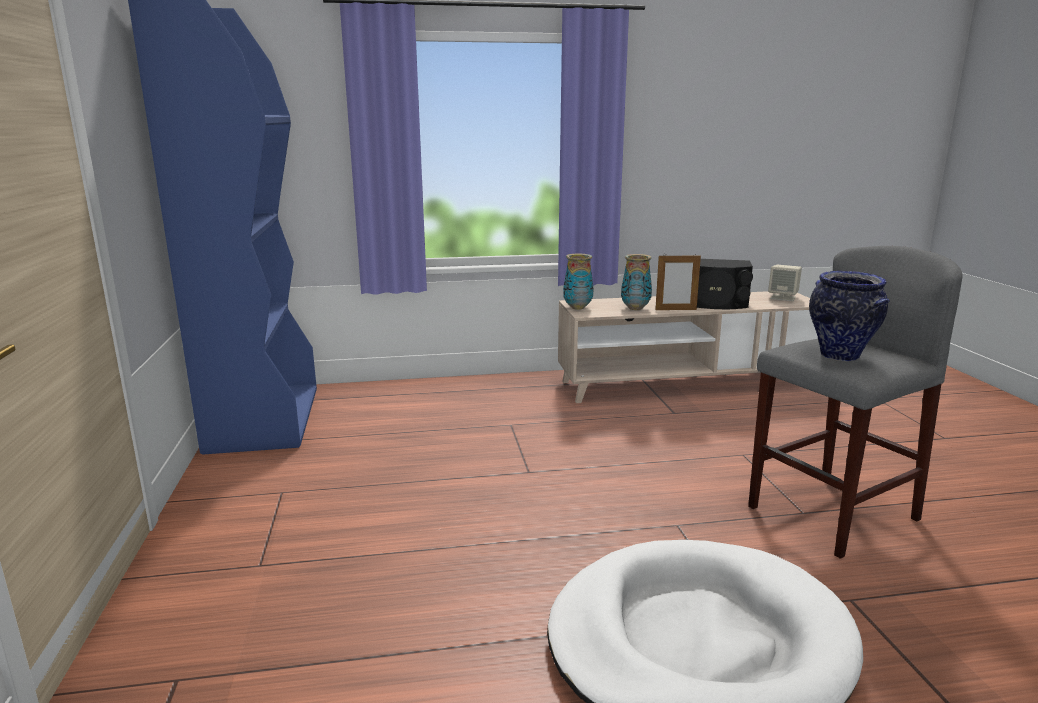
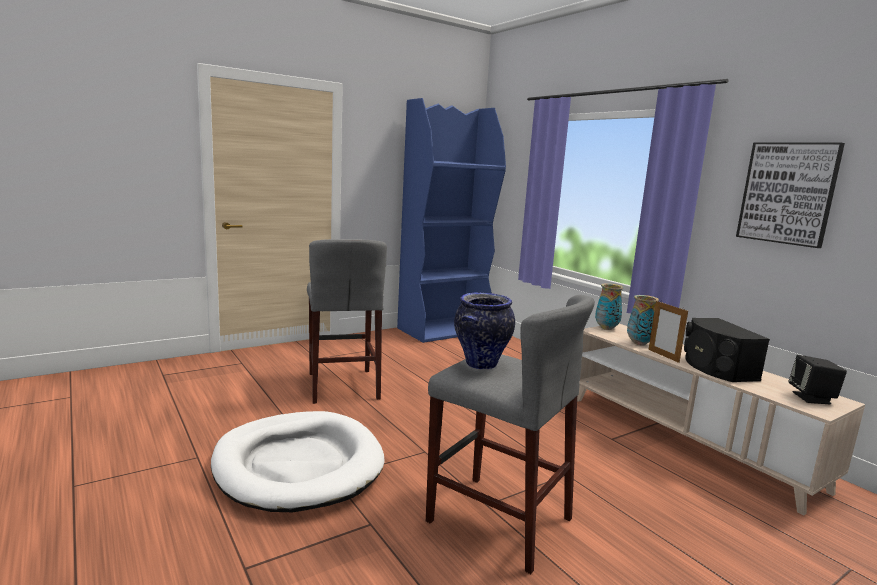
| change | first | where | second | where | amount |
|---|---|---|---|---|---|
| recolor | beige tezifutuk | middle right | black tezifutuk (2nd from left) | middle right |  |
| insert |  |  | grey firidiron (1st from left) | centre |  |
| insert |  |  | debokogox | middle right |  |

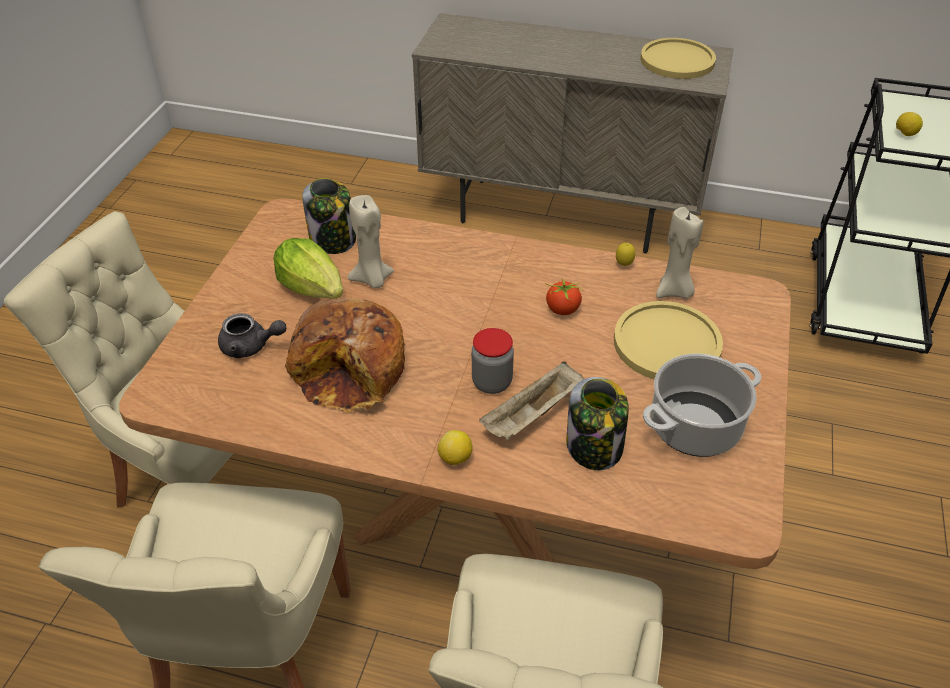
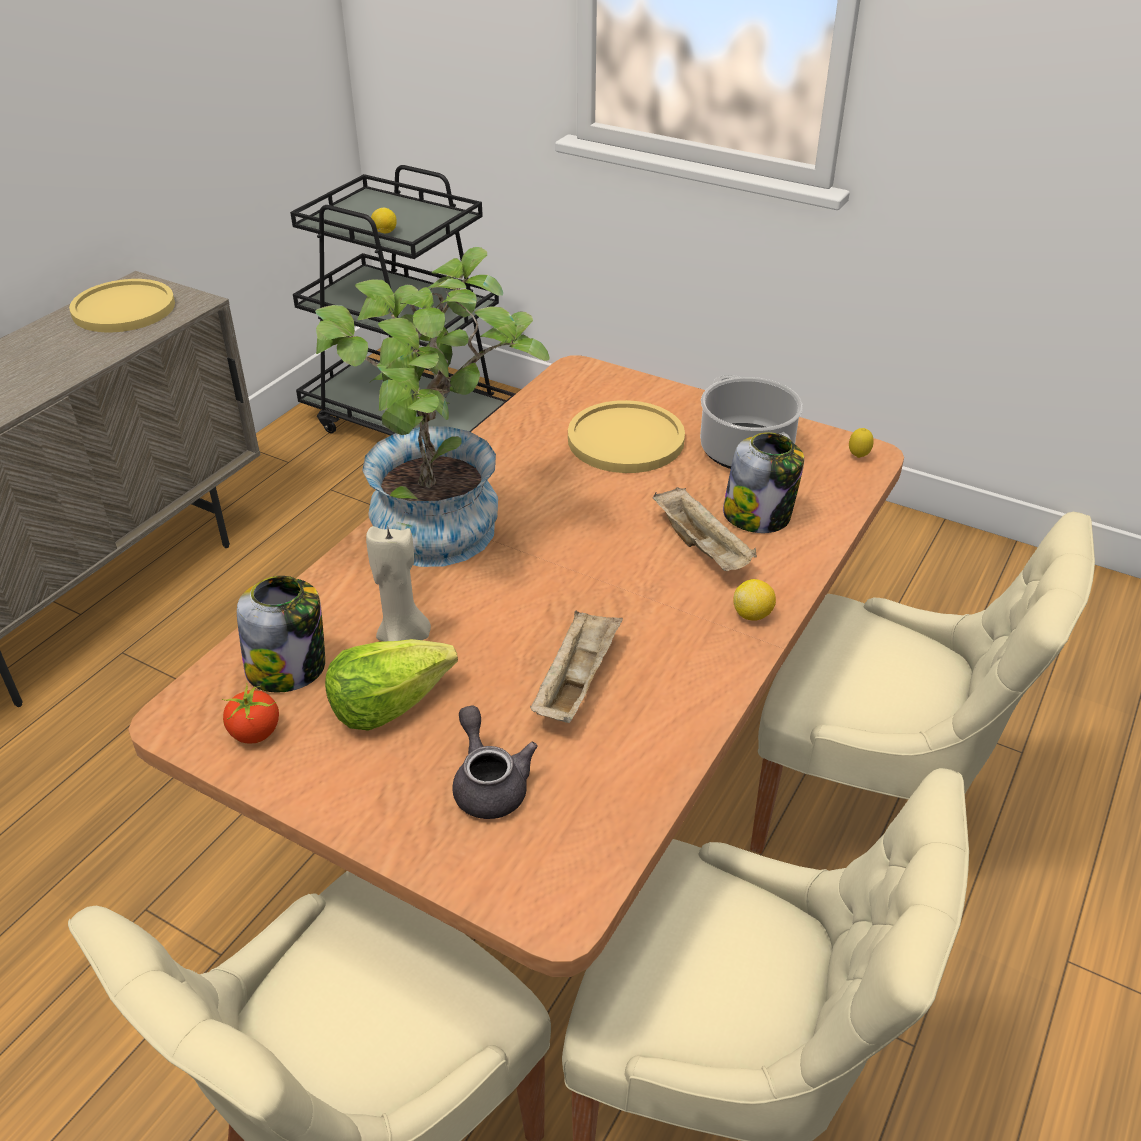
| change | first | where | second | where | amount |
|---|---|---|---|---|---|
| rotate | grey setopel | middle left |  | bottom centre | 45 degrees counterclockwise |
| replace | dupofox | centre | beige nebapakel (1st from left) | centre |  |
| delete | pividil (2nd from left) | centre |  |  |  |
| move | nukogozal | centre |  | middle left |  |
| move | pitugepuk (2nd from left in the first image) | centre | pitugepuk (3rd from left) | middle right |  |
| delete | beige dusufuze (2nd from left) | middle right |  |  |  |
| insert |  |  | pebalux | centre |  |

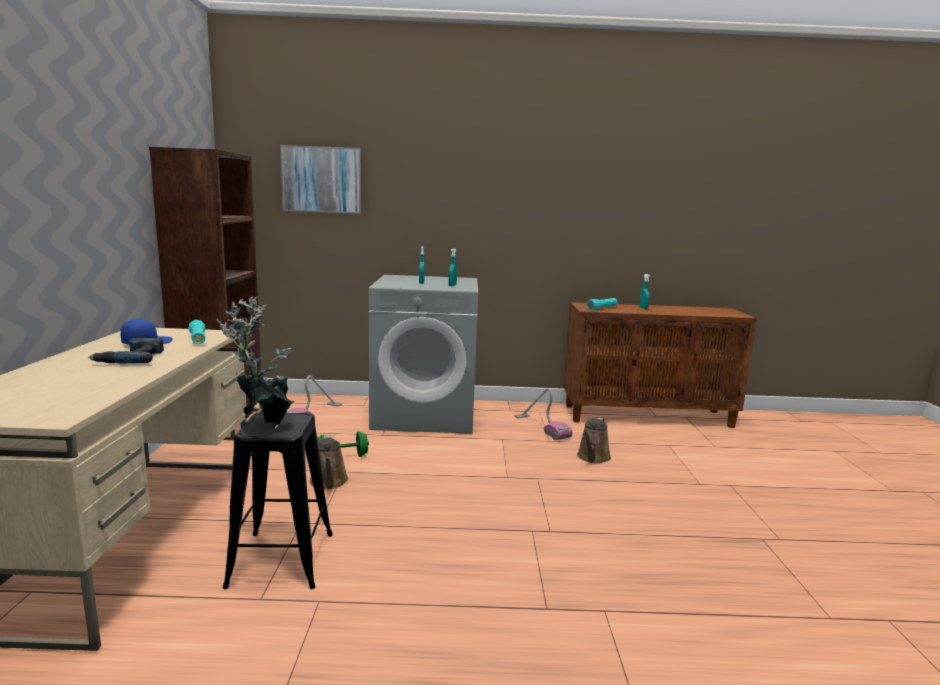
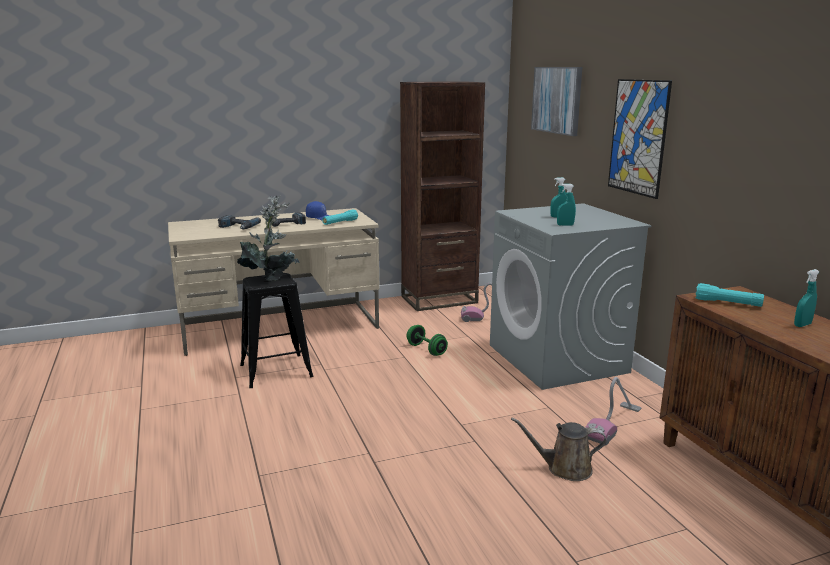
| change | first | where | second | where | amount |
|---|---|---|---|---|---|
| delete | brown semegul (1st from left) | bottom centre |  |  |  |
| insert |  |  | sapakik (1st from left) | middle left |  |
| insert |  |  | debokogox (2nd from left) | top right |  |

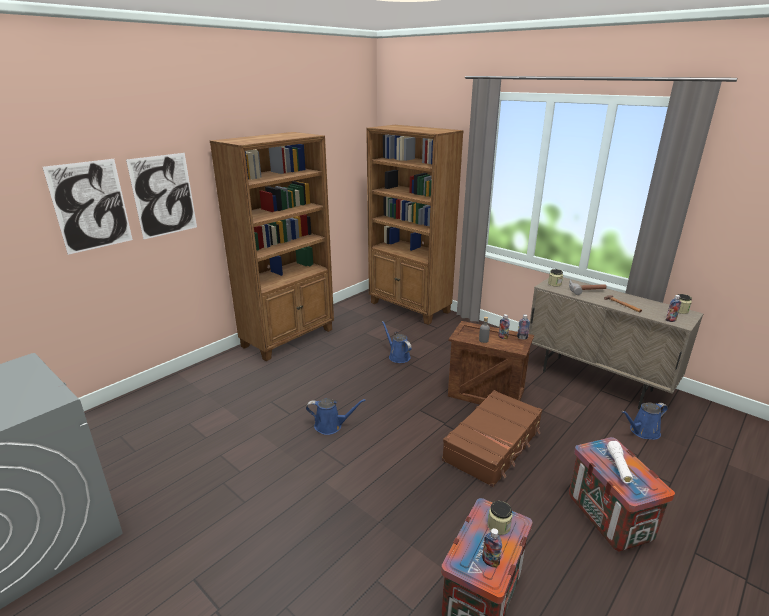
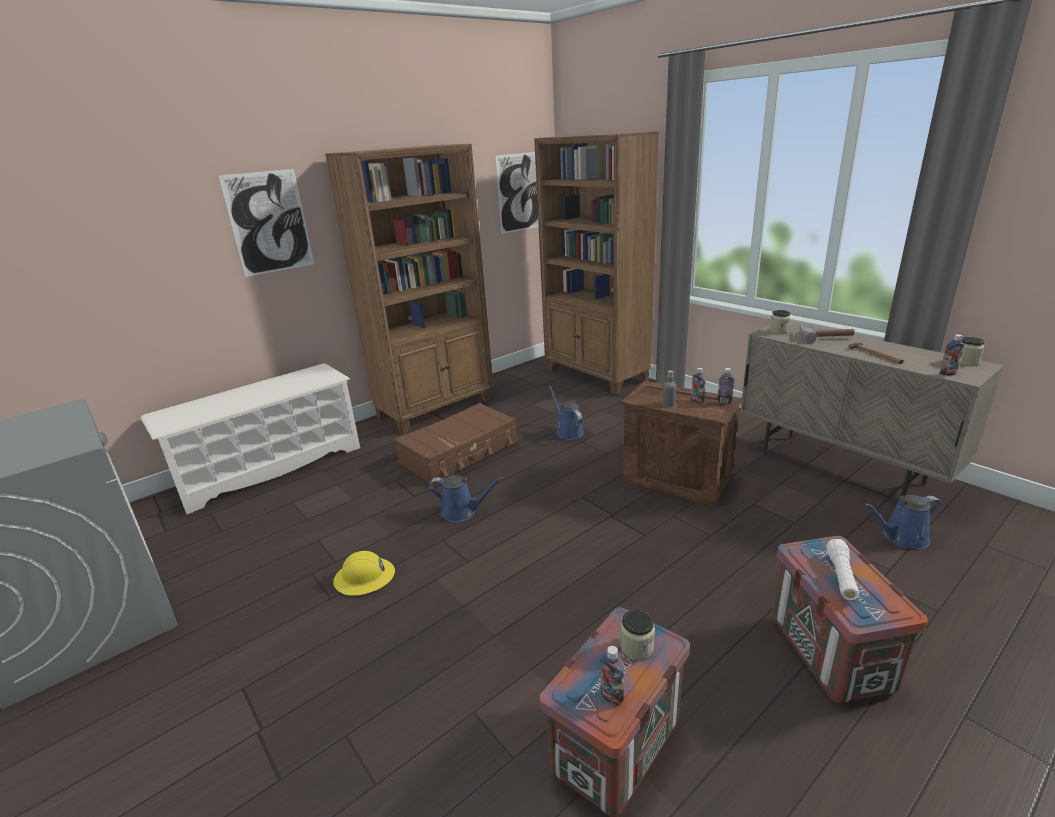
| change | first | where | second | where | amount |
|---|---|---|---|---|---|
| move | debokogox (1st from left in the first image) | middle left | debokogox (2nd from left) | top centre |  |
| move | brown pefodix | bottom centre |  | centre |  |
| insert |  |  | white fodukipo | middle left |  |
| insert |  |  | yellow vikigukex | bottom centre |  |

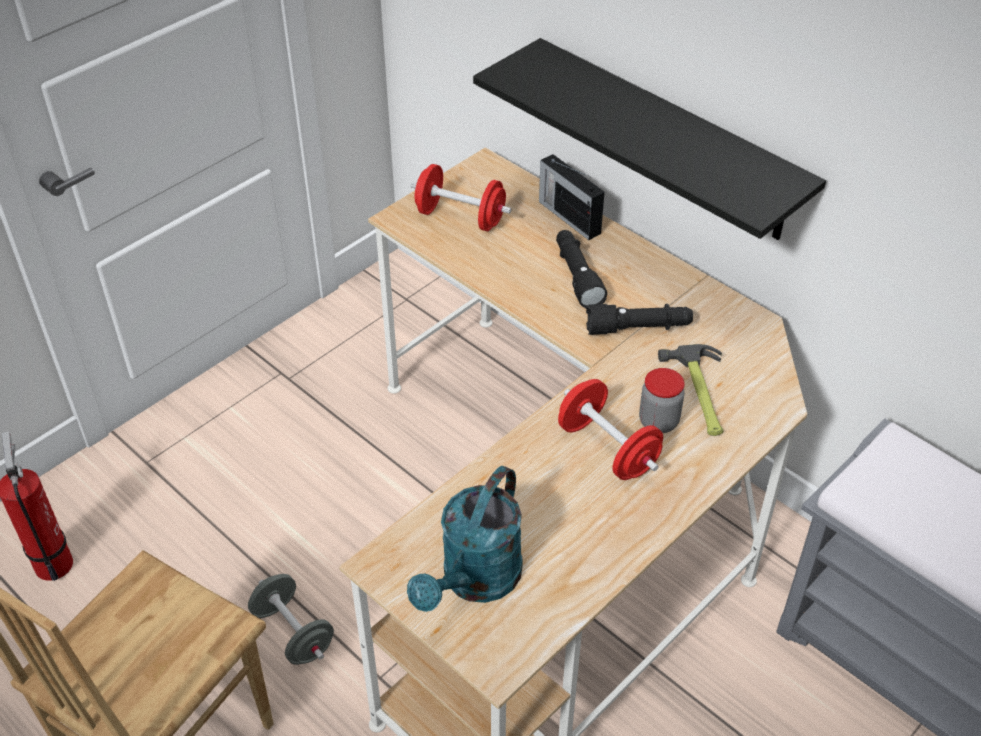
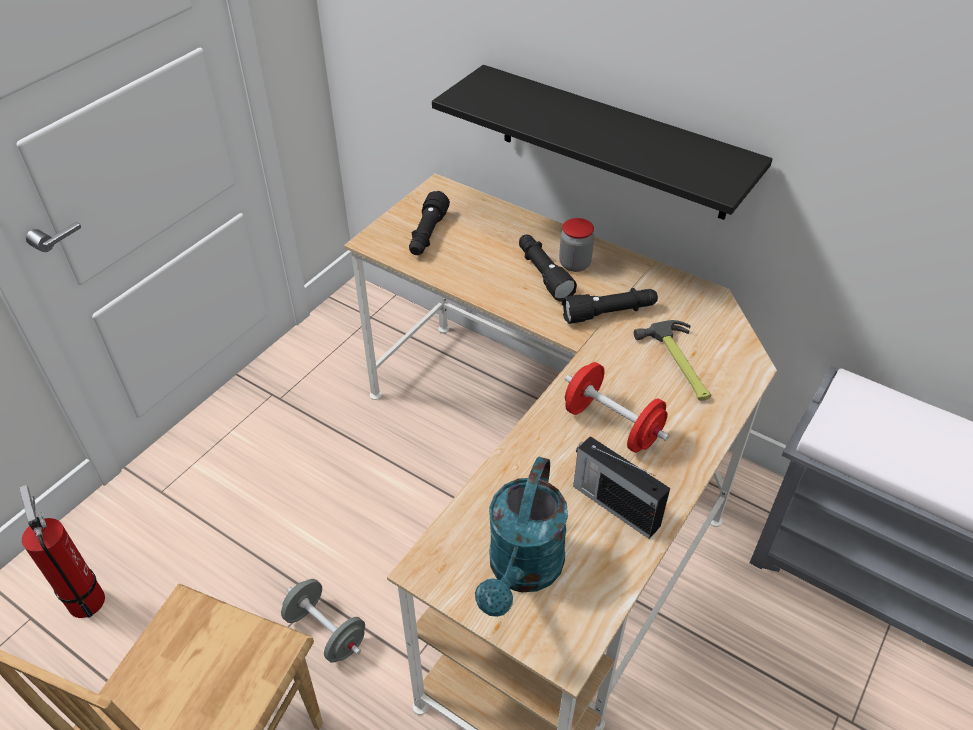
| change | first | where | second | where | amount |
|---|---|---|---|---|---|
| replace | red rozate (1st from left) | top centre | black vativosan (1st from left) | top centre |  |
| move | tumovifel | top centre |  | bottom centre |  |
| move | pividil | middle right |  | centre |  |

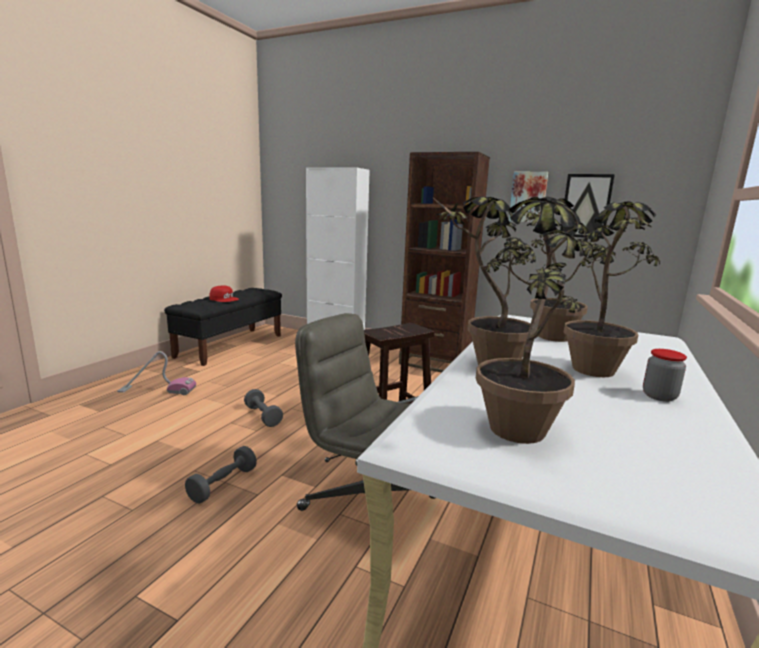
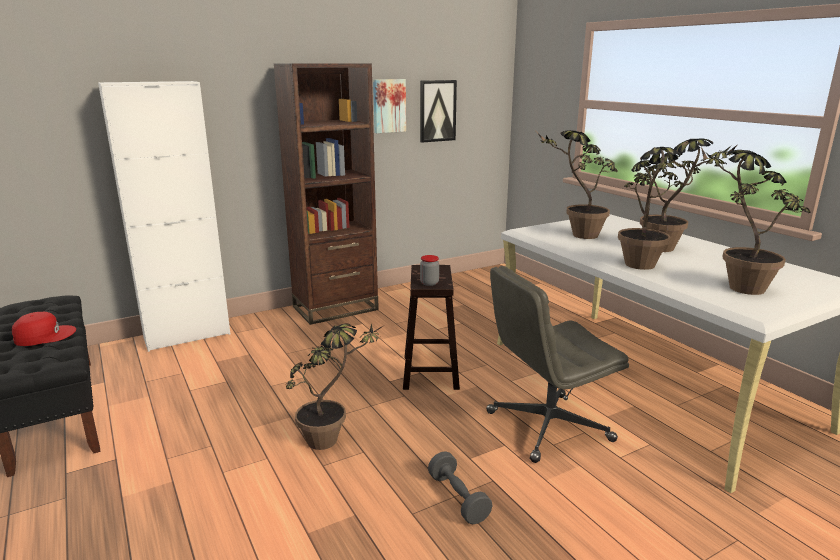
| change | first | where | second | where | amount |
|---|---|---|---|---|---|
| delete | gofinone | middle left |  |  |  |
| replace | grey rozate (2nd from left) | centre | pebalux (1st from left) | bottom centre |  |
| move | pividil | middle right |  | centre |  |

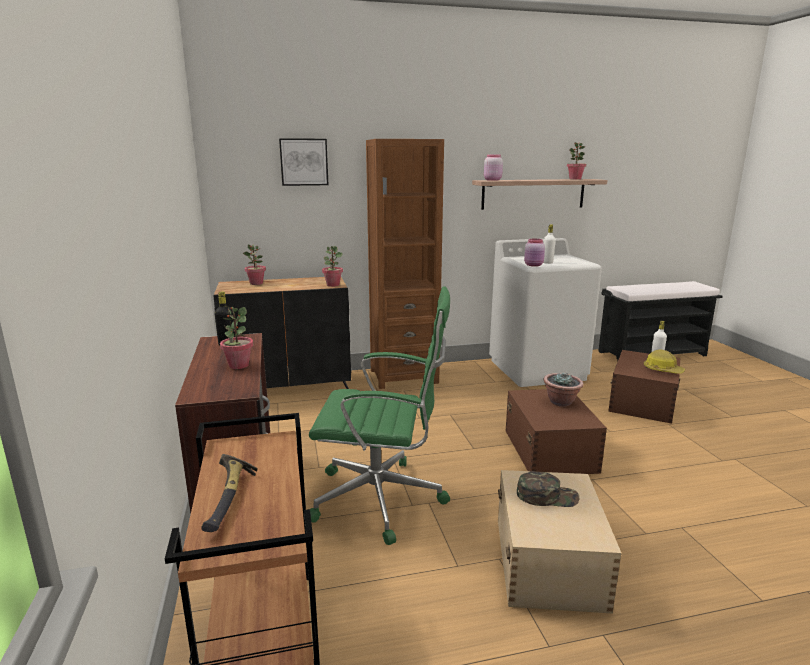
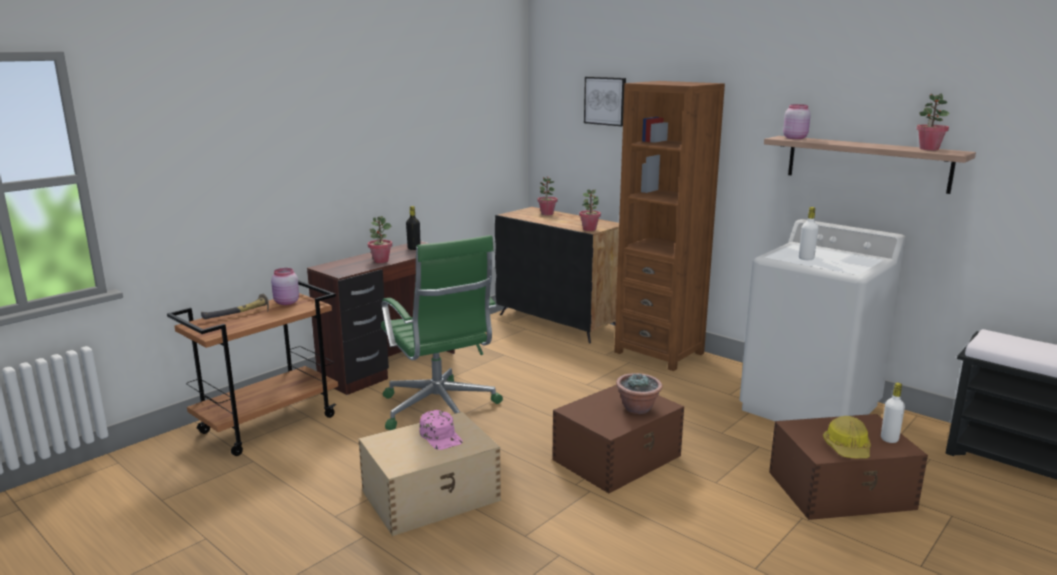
| change | first | where | second | where | amount |
|---|---|---|---|---|---|
| recolor | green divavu | bottom right | pink divavu | bottom centre |  |
| move | pink pividil (2nd from left in the first image) | centre | pink pividil (1st from left) | middle left |  |

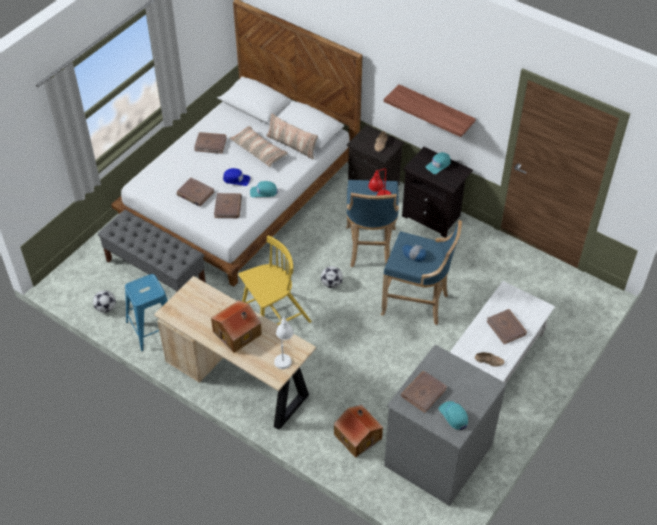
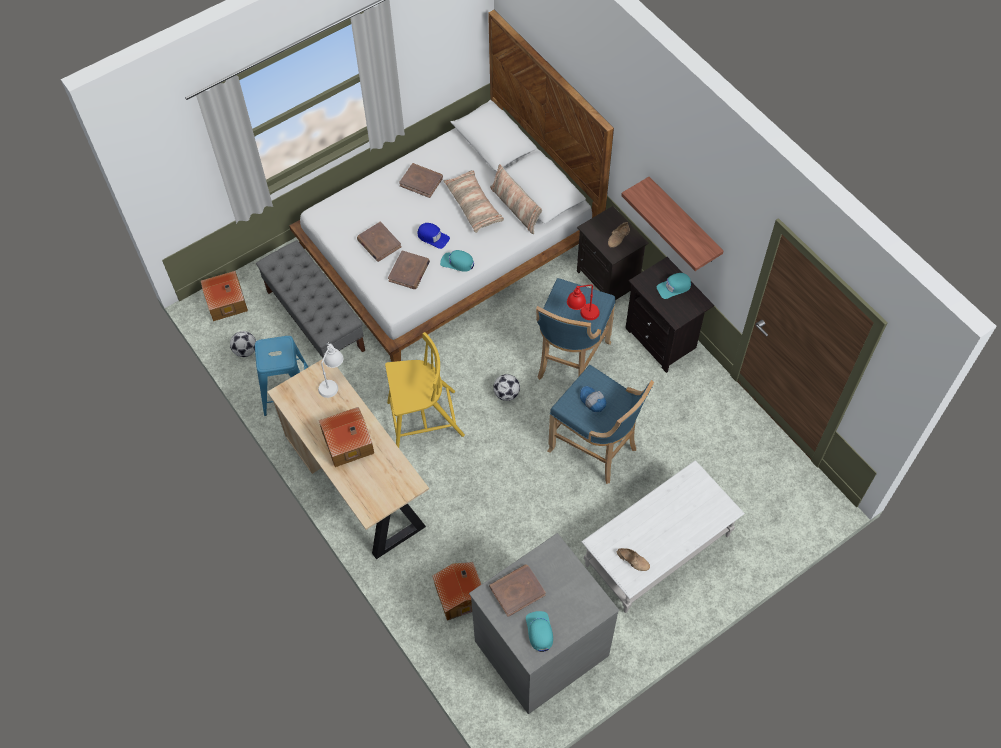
| change | first | where | second | where | amount |
|---|---|---|---|---|---|
| move | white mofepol | centre |  | middle left |  |
| delete | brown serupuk (5th from left) | middle right |  |  |  |
| insert |  |  | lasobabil (1st from left) | middle left |  |

